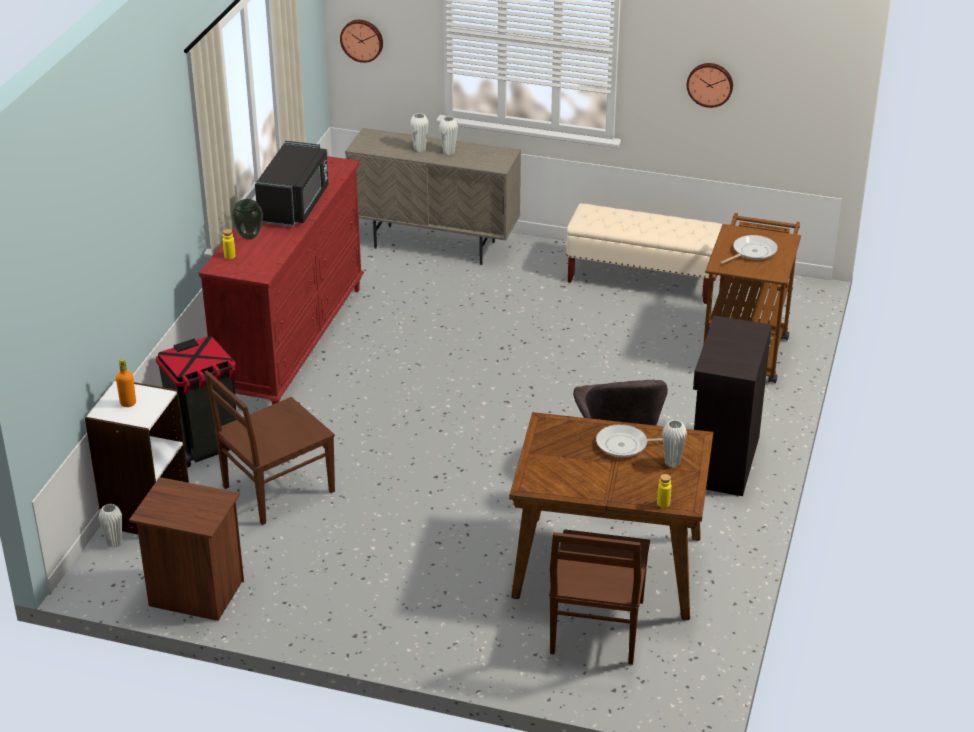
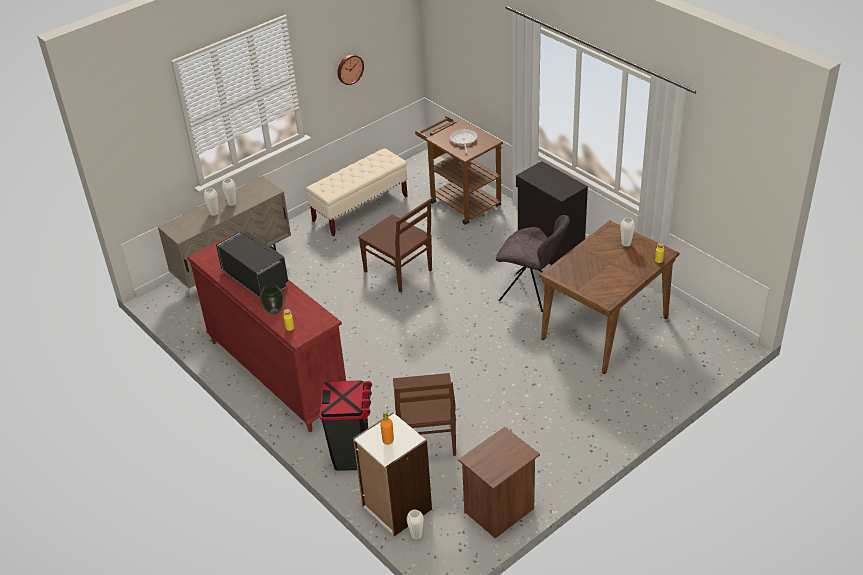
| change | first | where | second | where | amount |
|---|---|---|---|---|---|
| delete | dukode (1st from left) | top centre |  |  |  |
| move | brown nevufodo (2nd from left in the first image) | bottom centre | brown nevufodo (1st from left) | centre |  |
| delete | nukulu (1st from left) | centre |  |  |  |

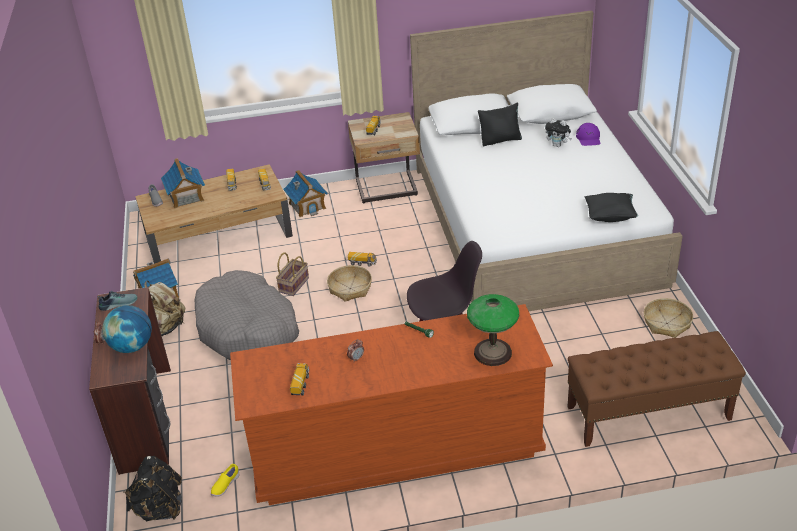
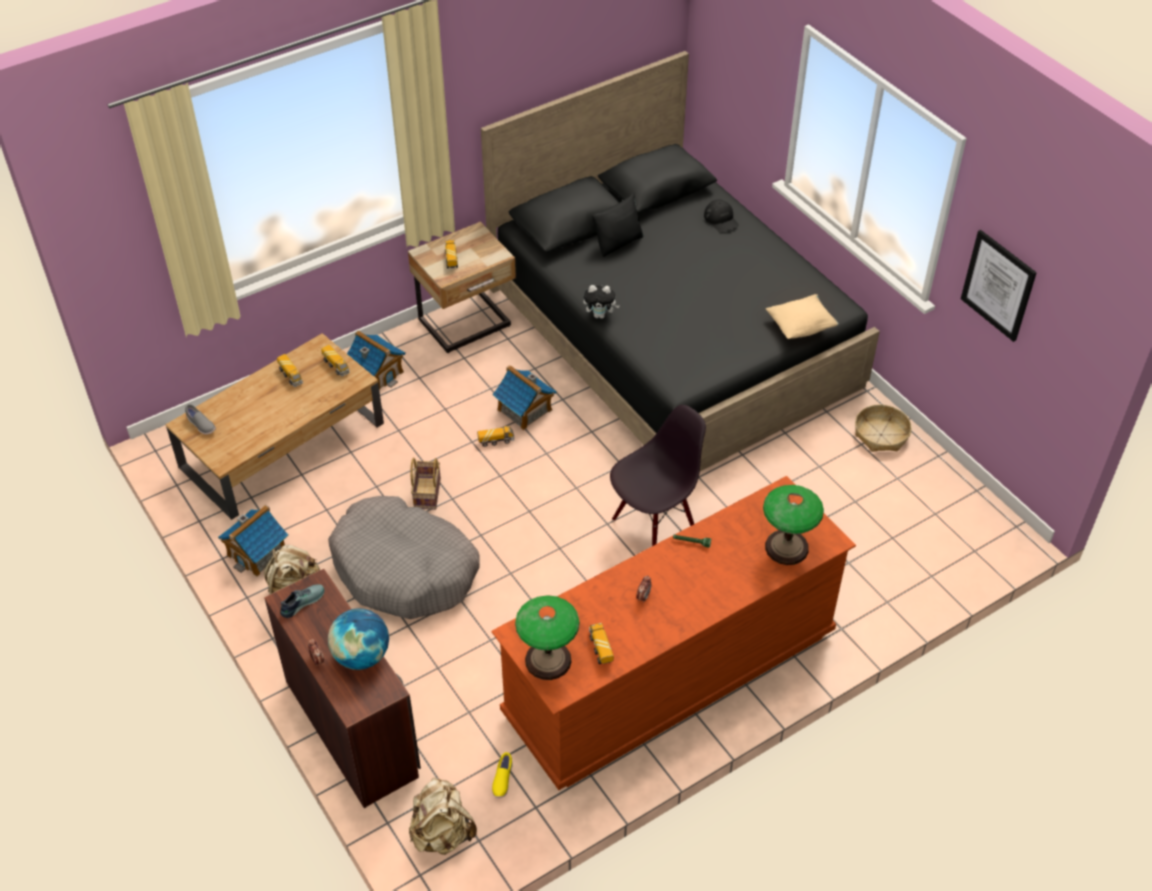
| change | first | where | second | where | amount |
|---|---|---|---|---|---|
| recolor | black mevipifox | bottom left | beige mevipifox (2nd from left) | bottom centre |  |
| move | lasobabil (2nd from left in the first image) | middle left | lasobabil (3rd from left) | centre |  |
| delete | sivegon (2nd from left) | centre |  |  |  |
| recolor | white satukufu | top right | black satukufu | top centre |  |
| move | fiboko | top right |  | centre |  |
| delete | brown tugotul | bottom right |  |  |  |
| recolor | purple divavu | top right | black divavu | top centre |  |
| recolor | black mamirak (2nd from left) | middle right | beige mamirak | middle right |  |
| insert |  |  | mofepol (1st from left) | bottom centre |  |
| insert |  |  | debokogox | top right |  |

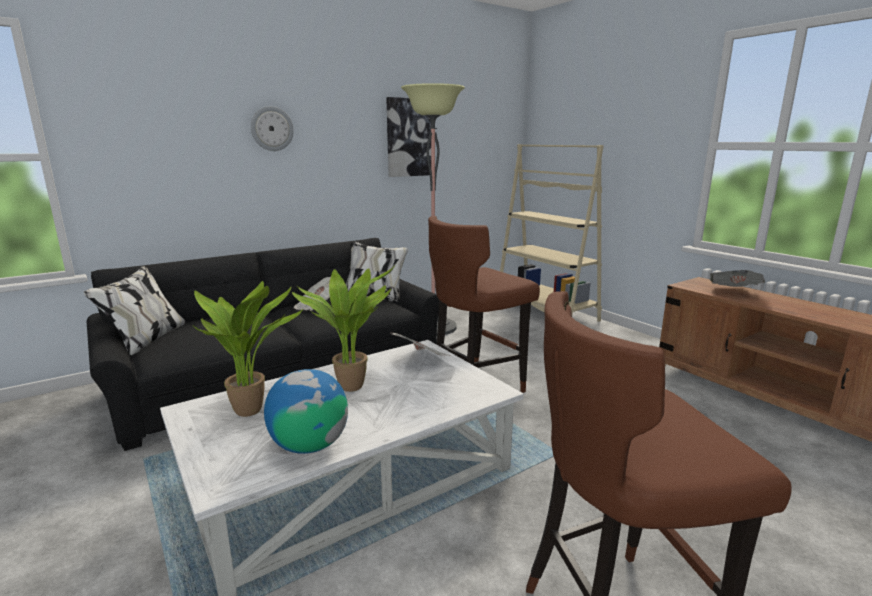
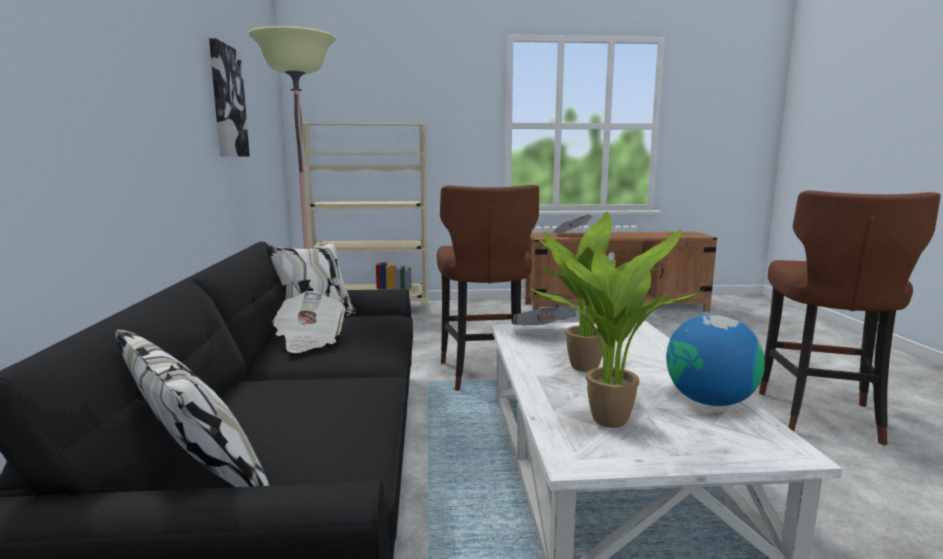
| change | first | where | second | where | amount |
|---|---|---|---|---|---|
| delete | dukode | top left |  |  |  |

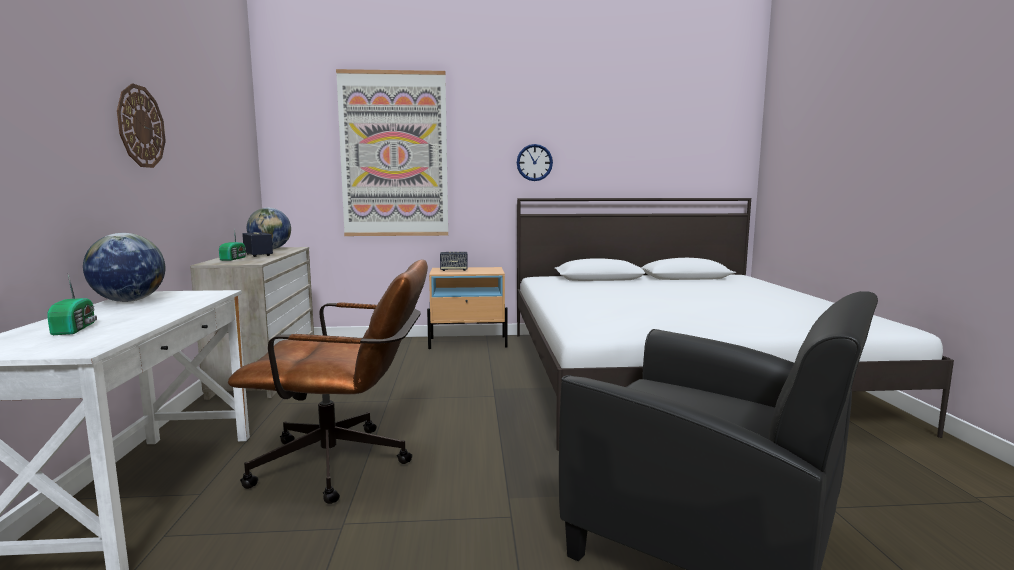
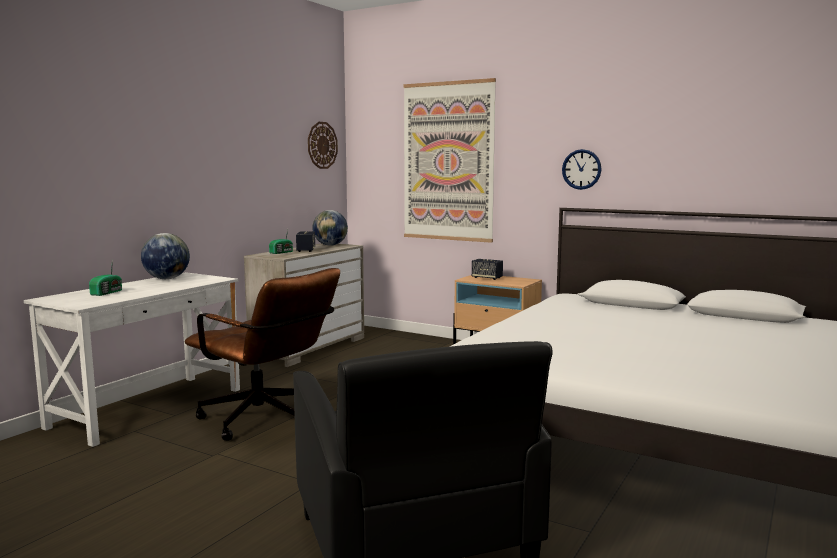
| change | first | where | second | where | amount |
|---|---|---|---|---|---|
| move | dukode (1st from left) | top left |  | top centre |  |

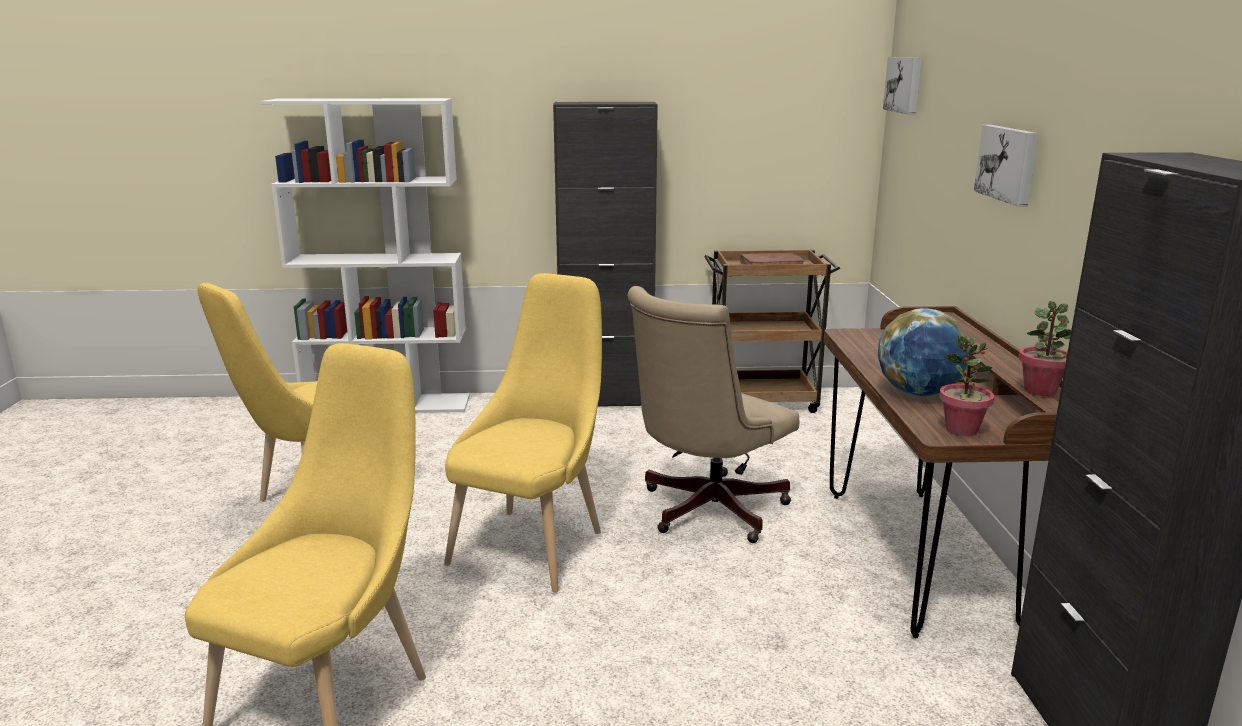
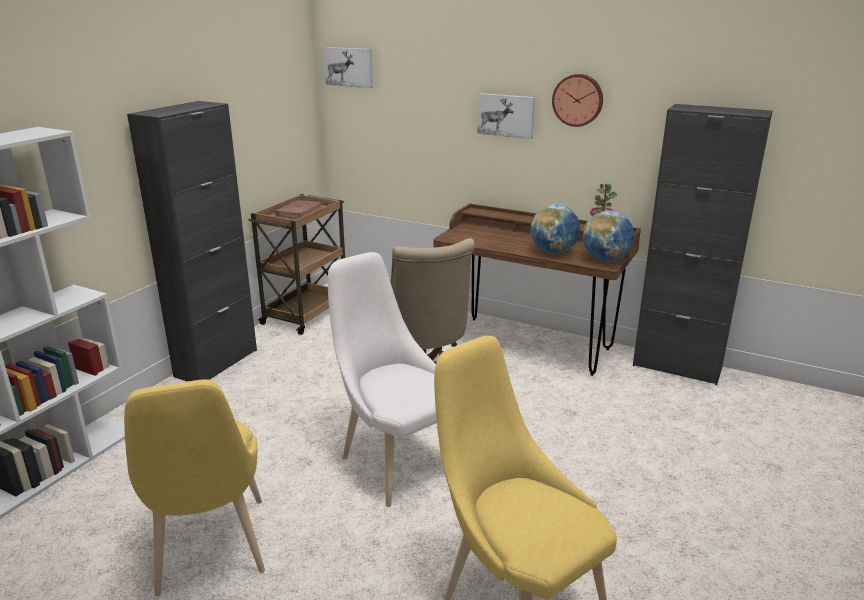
| change | first | where | second | where | amount |
|---|---|---|---|---|---|
| recolor | yellow nevufodo (3rd from left) | centre | white nevufodo | centre |  |
| replace | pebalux (1st from left) | middle right | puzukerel (2nd from left) | middle right |  |
| insert |  |  | dukode | top right |  |

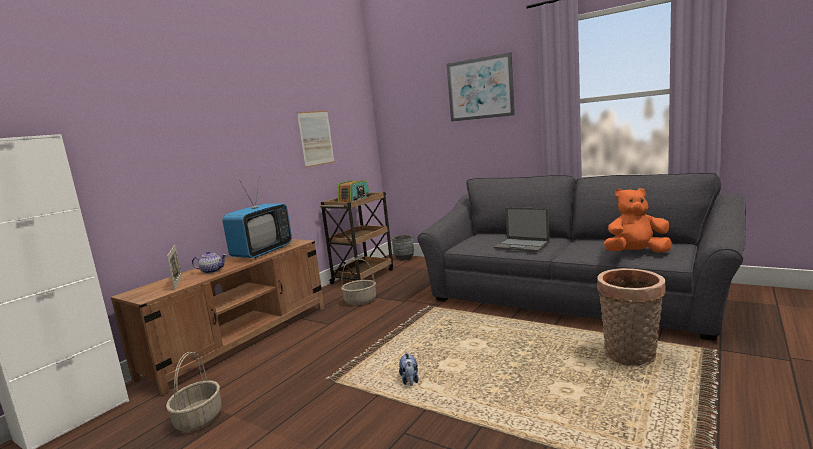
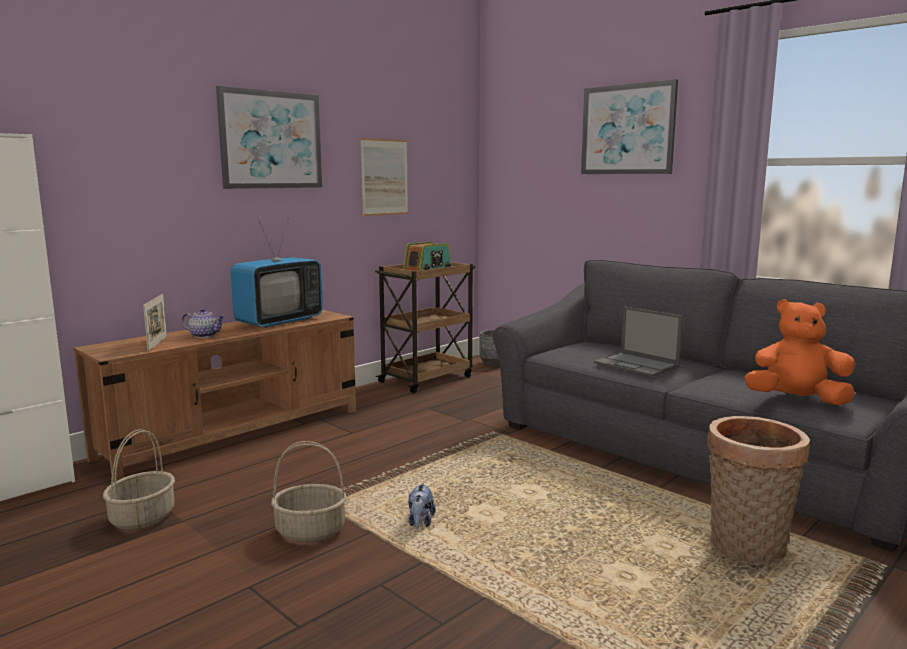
| change | first | where | second | where | amount |
|---|---|---|---|---|---|
| move | sivegon (2nd from left) | centre |  | bottom centre |  |
| insert |  |  | debokogox (1st from left) | top left |  |

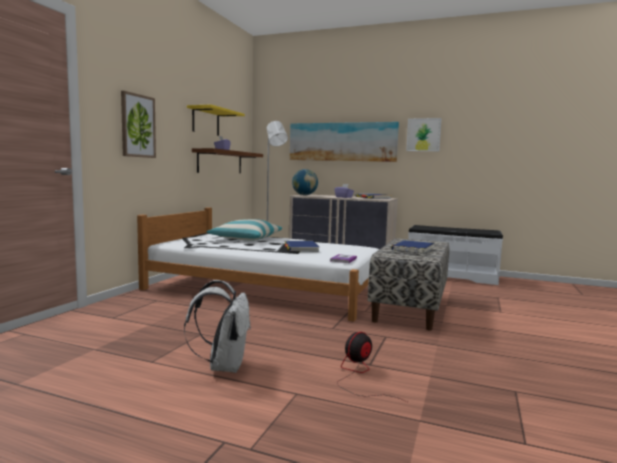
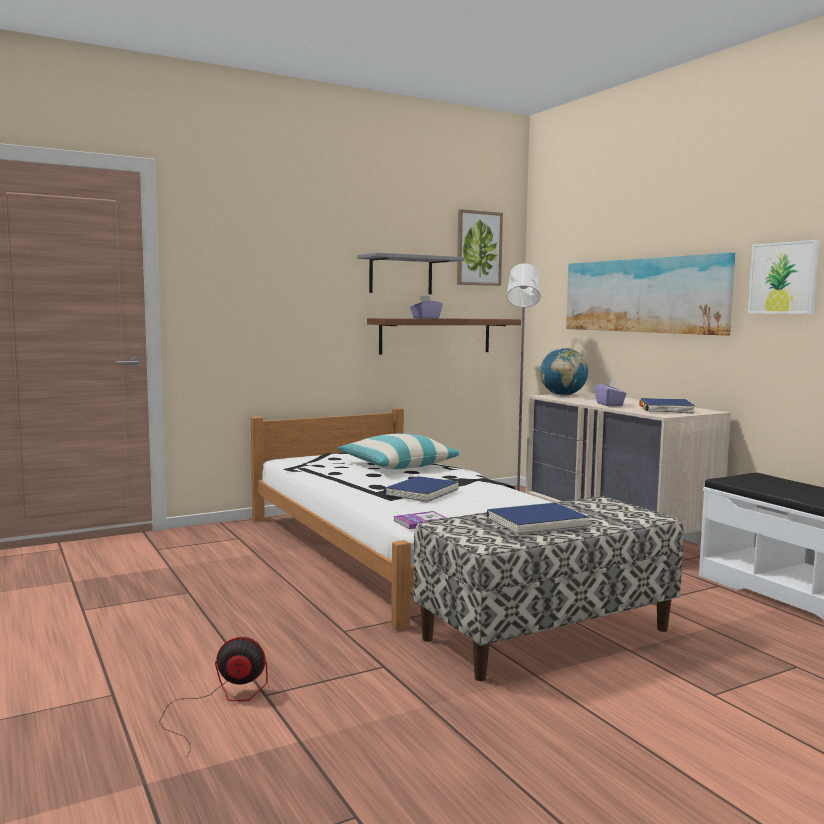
| change | first | where | second | where | amount |
|---|---|---|---|---|---|
| move | debokogox (1st from left) | top left |  | top centre |  |
| delete | white mevipifox | bottom centre |  |  |  |
| recolor | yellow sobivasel | top centre | grey sobivasel | top centre |  |

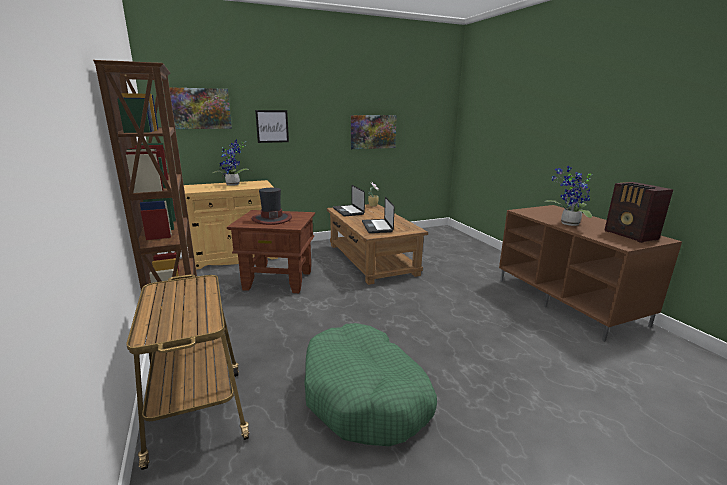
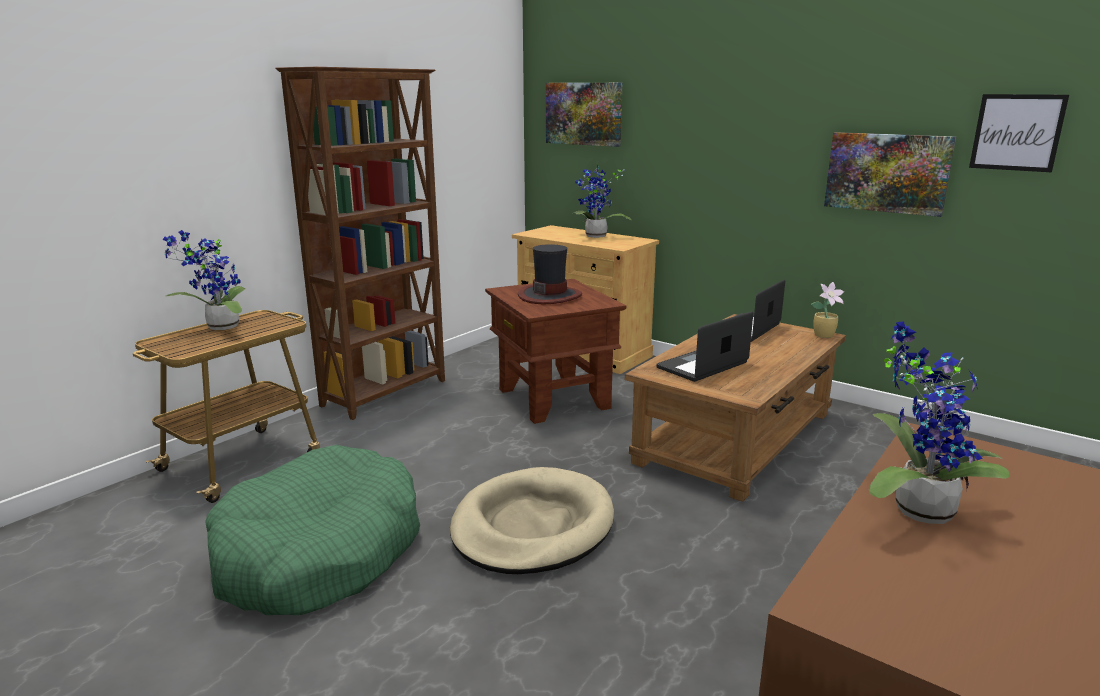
| change | first | where | second | where | amount |
|---|---|---|---|---|---|
| move | debokogox (2nd from left in the first image) | top centre | debokogox (3rd from left) | top right |  |
| delete | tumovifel | middle right |  |  |  |
| insert |  |  | pebalux (1st from left) | middle left |  |
| insert |  |  | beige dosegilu | bottom centre |  |

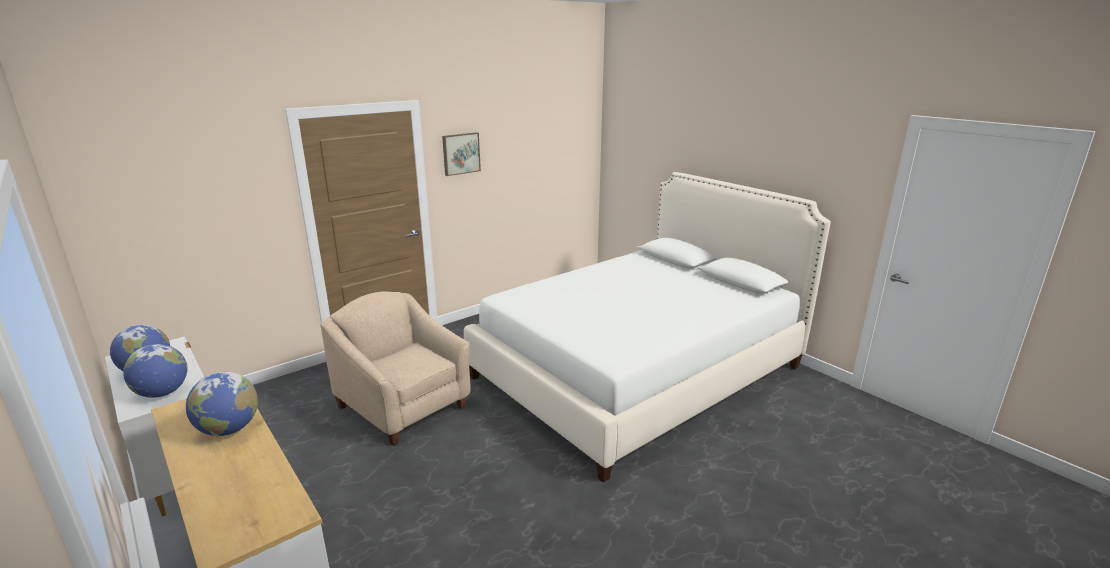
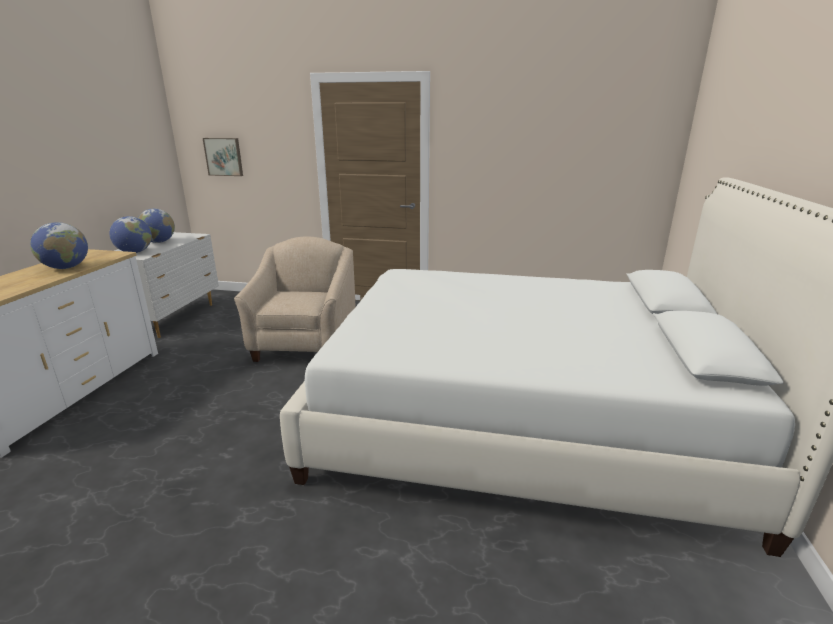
| change | first | where | second | where | amount |
|---|---|---|---|---|---|
| move | debokogox | top centre |  | top left |  |

